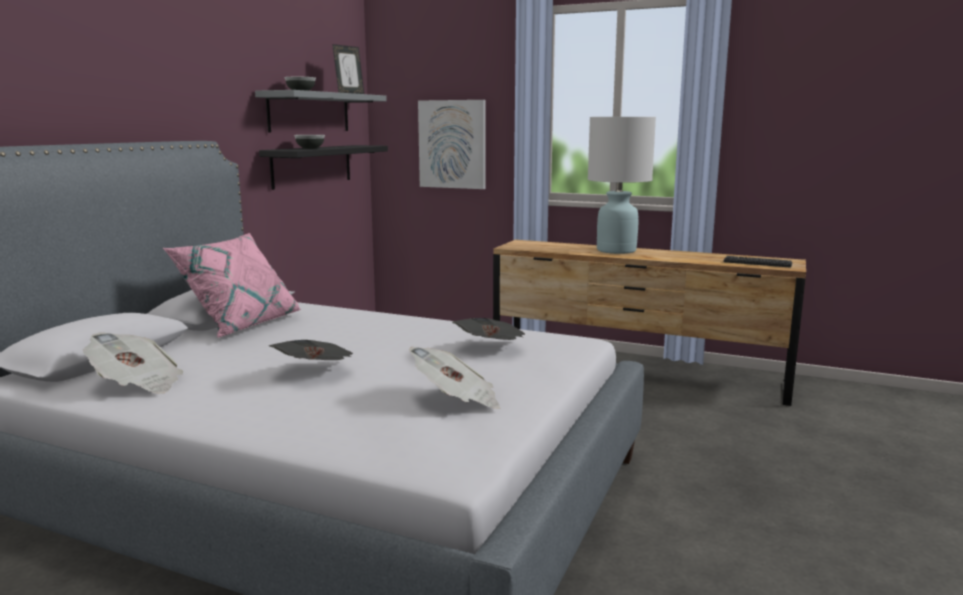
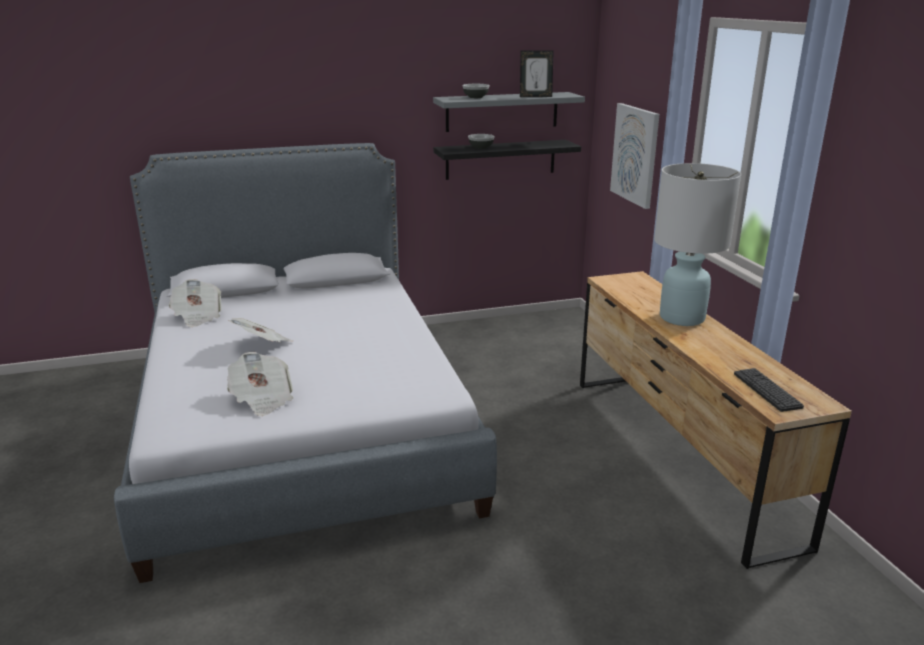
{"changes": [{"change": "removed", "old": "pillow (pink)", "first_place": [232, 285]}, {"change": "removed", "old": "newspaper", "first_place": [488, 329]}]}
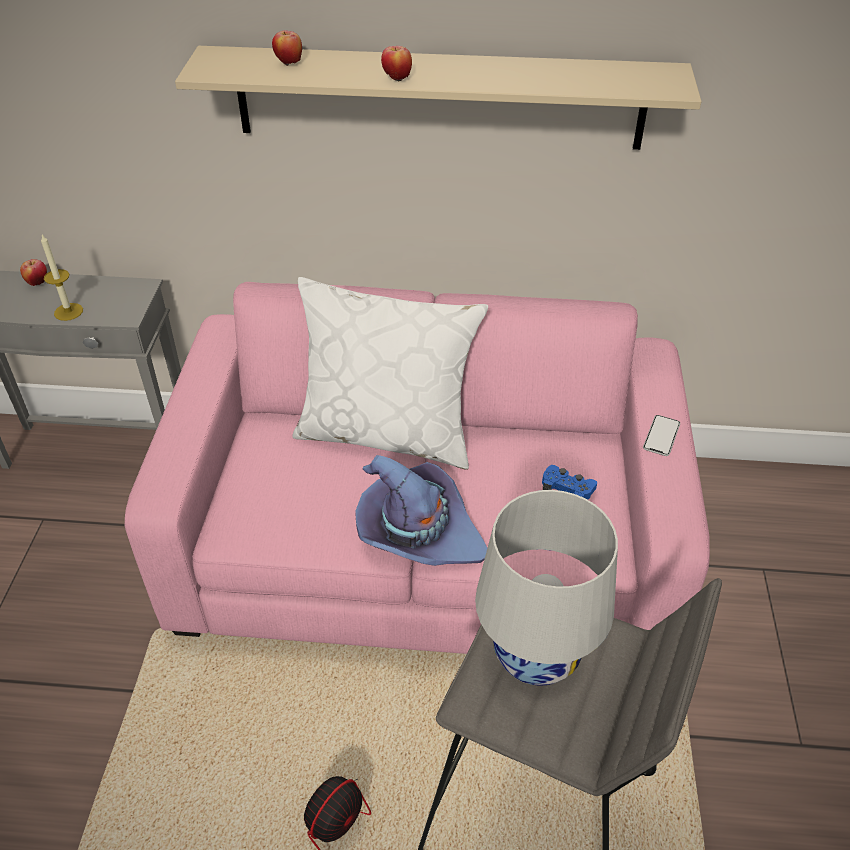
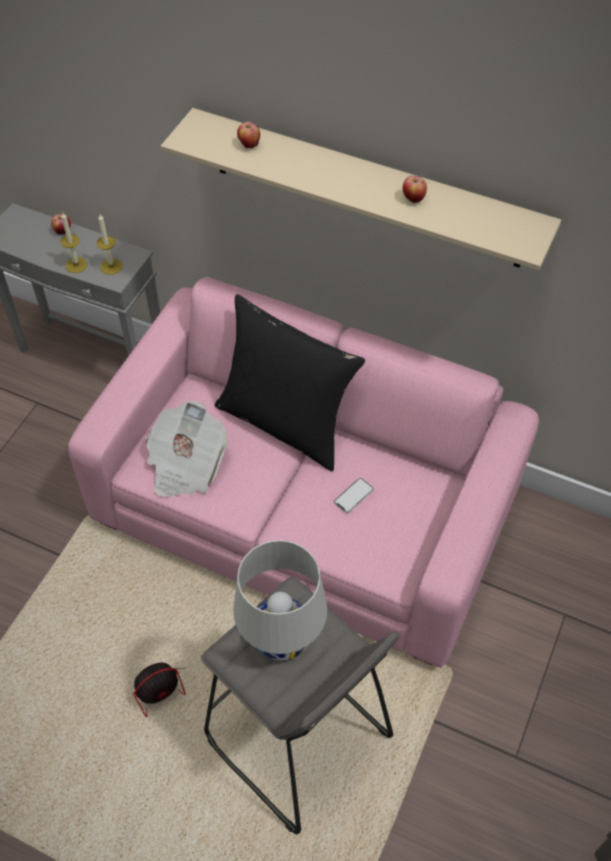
{"changes": [{"change": "recoloured", "old": "pillow (white)", "new": "pillow (black)", "first_place": [390, 373], "second_place": [290, 383]}, {"change": "removed", "old": "hat (purple)", "first_place": [421, 510]}, {"change": "moved", "old": "apple", "first_place": [396, 63], "second_place": [415, 189]}, {"change": "removed", "old": "game controller (blue)", "first_place": [569, 482]}, {"change": "moved", "old": "phone", "first_place": [661, 435], "second_place": [354, 495]}, {"change": "added", "new": "candle", "second_place": [109, 244]}, {"change": "added", "new": "newspaper", "second_place": [186, 449]}]}
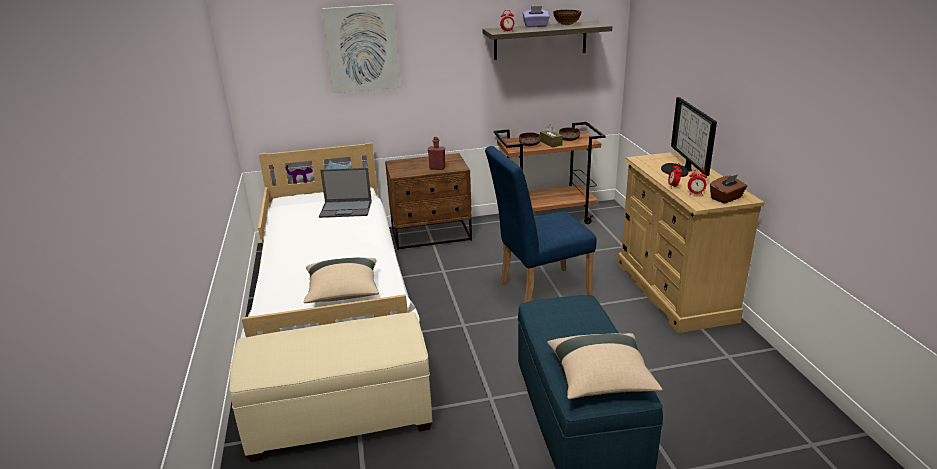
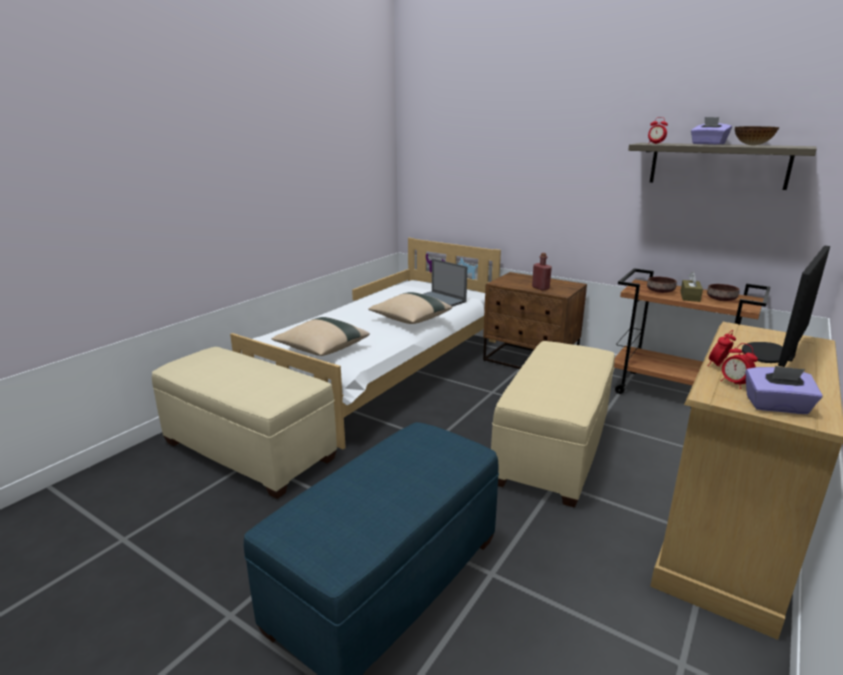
{"changes": [{"change": "removed", "old": "picture", "first_place": [361, 48]}, {"change": "replaced", "old": "chair (blue)", "new": "ottoman (beige)", "first_place": [541, 224], "second_place": [553, 424]}, {"change": "moved", "old": "pillow (beige)", "first_place": [605, 366], "second_place": [410, 308]}, {"change": "recoloured", "old": "tissue box (brown)", "new": "tissue box (purple)", "first_place": [728, 188], "second_place": [784, 390]}]}
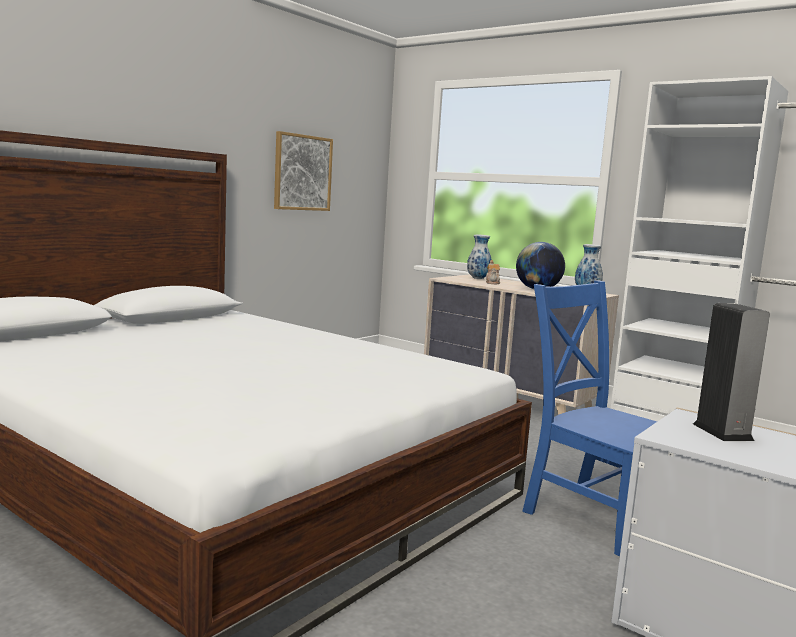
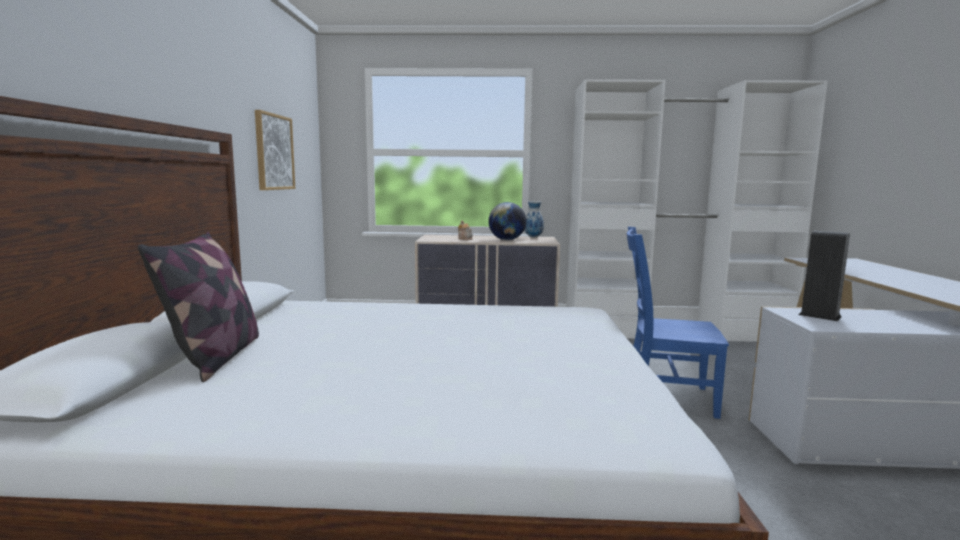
{"changes": [{"change": "removed", "old": "vase", "first_place": [479, 257]}, {"change": "added", "new": "pillow", "second_place": [198, 307]}]}
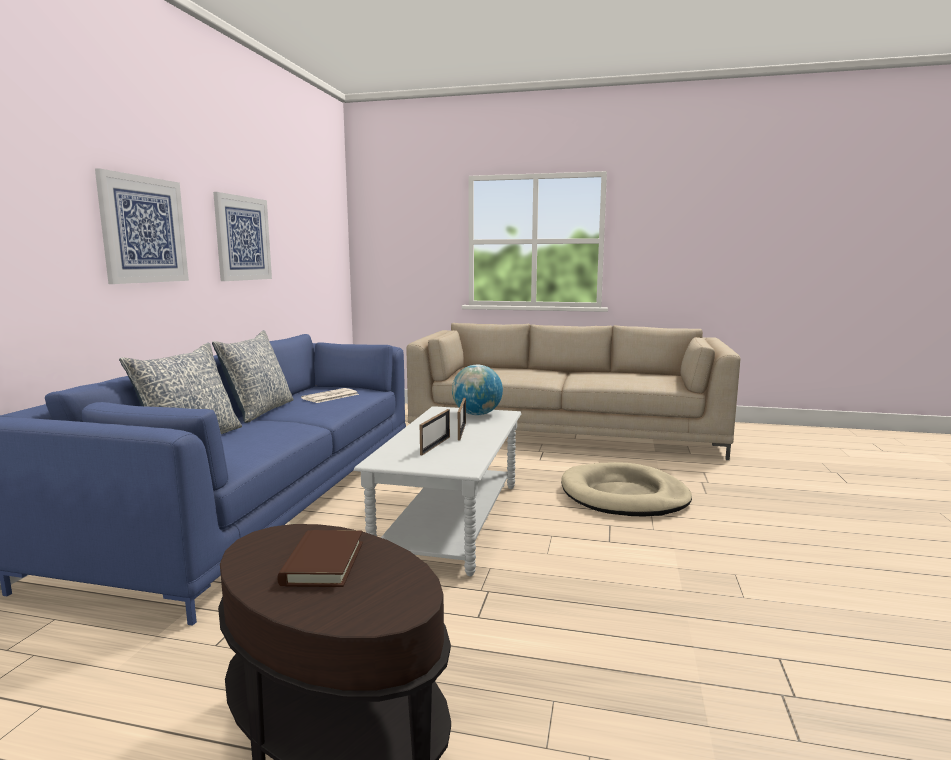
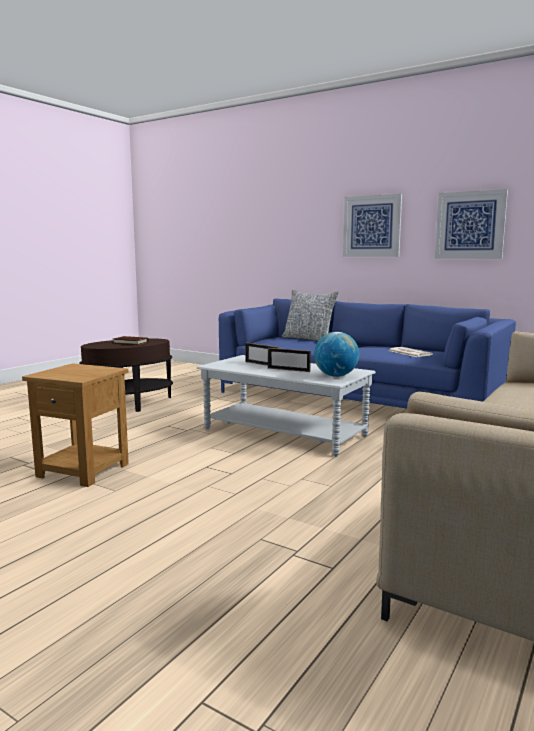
{"changes": [{"change": "removed", "old": "pillow", "first_place": [253, 376]}, {"change": "removed", "old": "dog bed (beige)", "first_place": [626, 489]}, {"change": "added", "new": "side table (brown)", "second_place": [75, 425]}]}
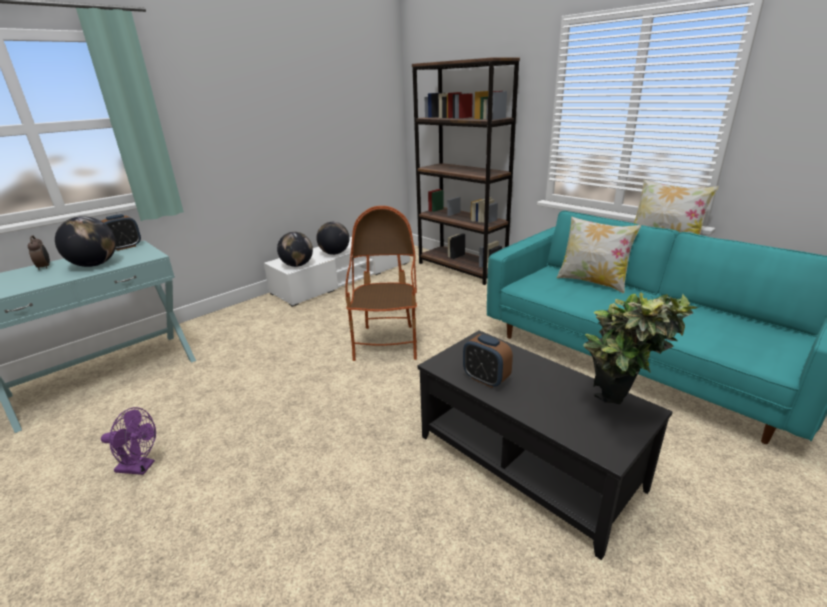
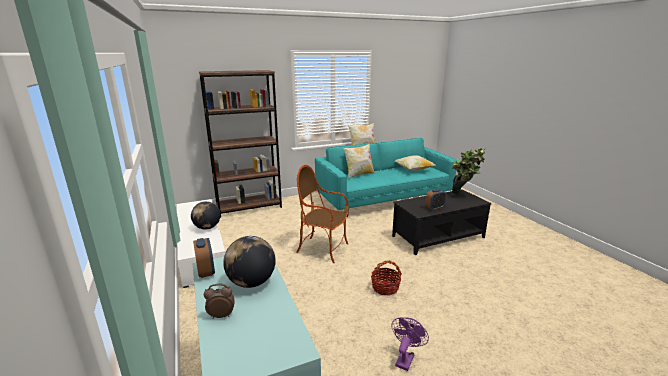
{"changes": [{"change": "removed", "old": "globe", "first_place": [295, 249]}, {"change": "added", "new": "basket", "second_place": [386, 278]}, {"change": "added", "new": "pillow", "second_place": [415, 163]}]}
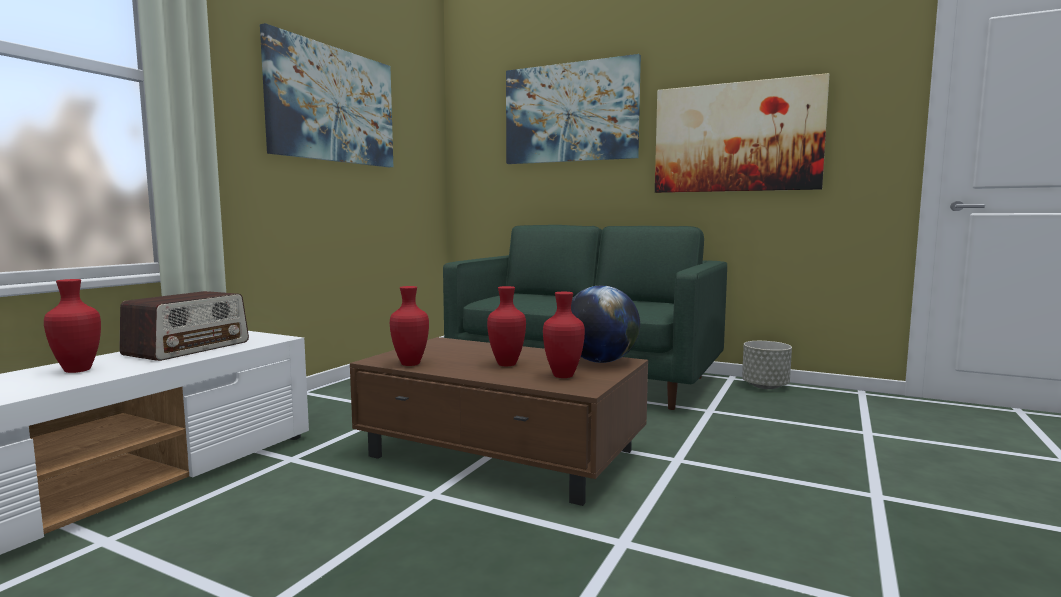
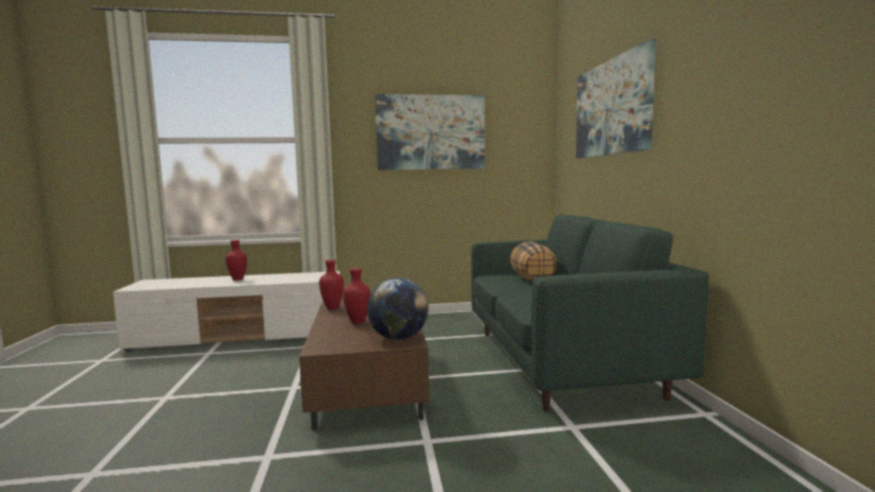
{"changes": [{"change": "removed", "old": "radio", "first_place": [184, 326]}, {"change": "removed", "old": "vase (red)", "first_place": [564, 335]}, {"change": "removed", "old": "picture", "first_place": [742, 133]}, {"change": "removed", "old": "planter (grey)", "first_place": [767, 365]}, {"change": "added", "new": "pillow", "second_place": [533, 261]}]}
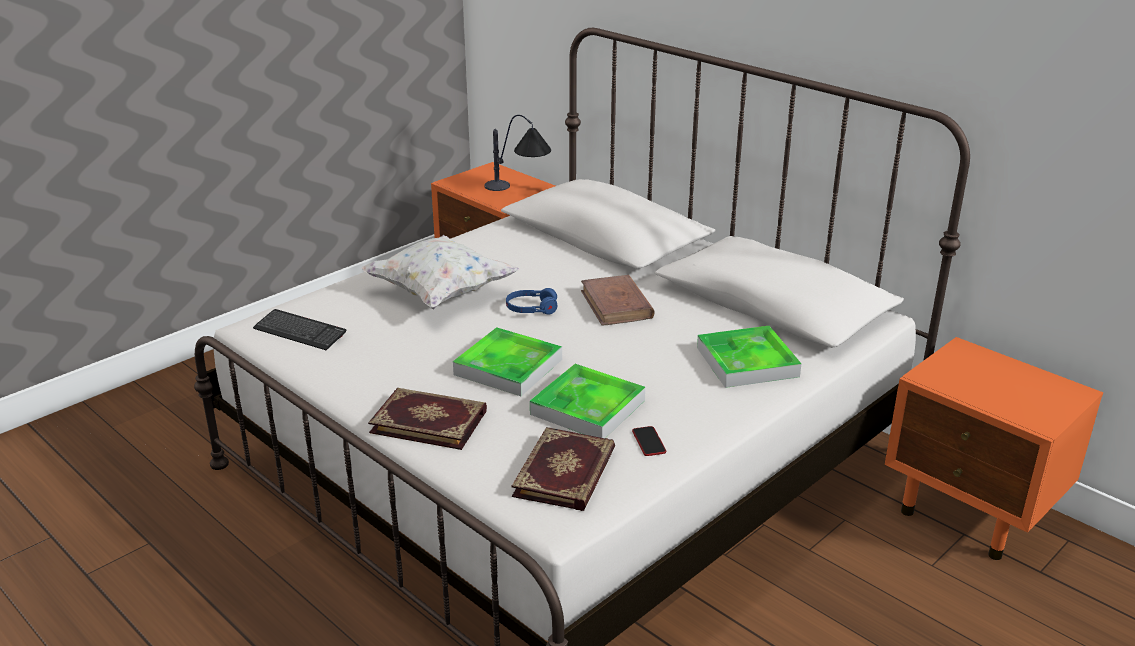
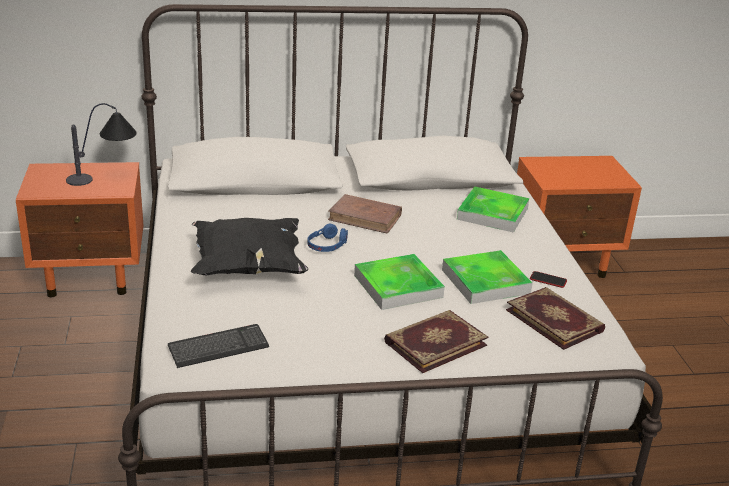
{"changes": [{"change": "recoloured", "old": "pillow (white)", "new": "pillow (black)", "first_place": [440, 272], "second_place": [249, 246]}]}
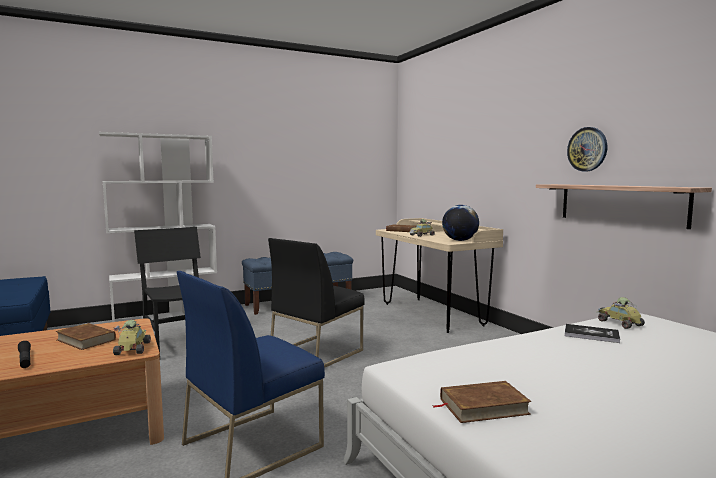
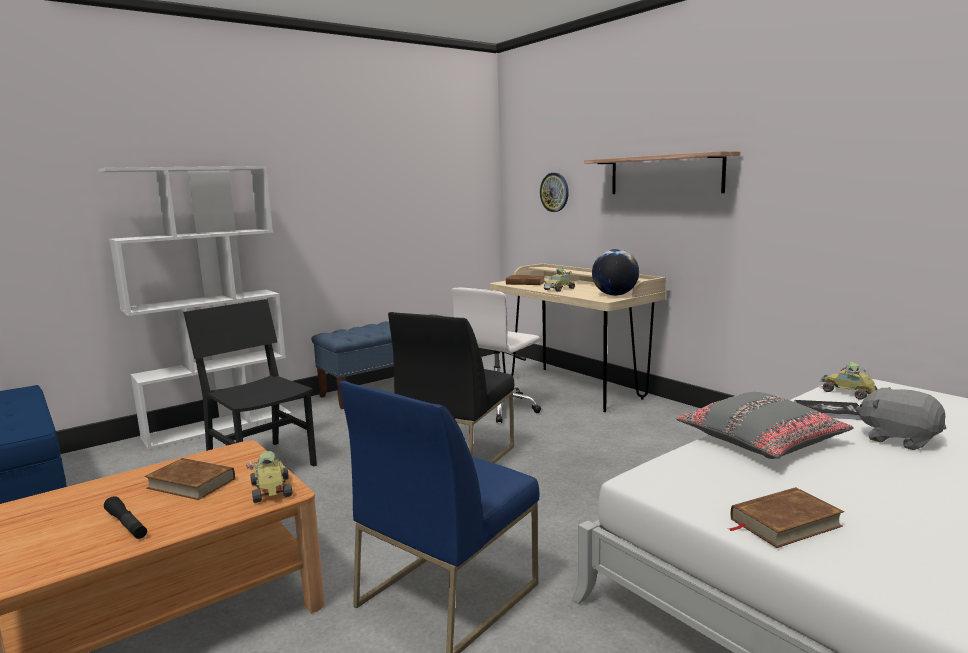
{"changes": [{"change": "moved", "old": "shelf", "first_place": [624, 206], "second_place": [662, 172]}, {"change": "moved", "old": "wall clock", "first_place": [587, 149], "second_place": [554, 192]}, {"change": "added", "new": "office chair (white)", "second_place": [496, 355]}, {"change": "added", "new": "pillow (grey)", "second_place": [765, 425]}, {"change": "added", "new": "plush toy (grey)", "second_place": [901, 418]}]}
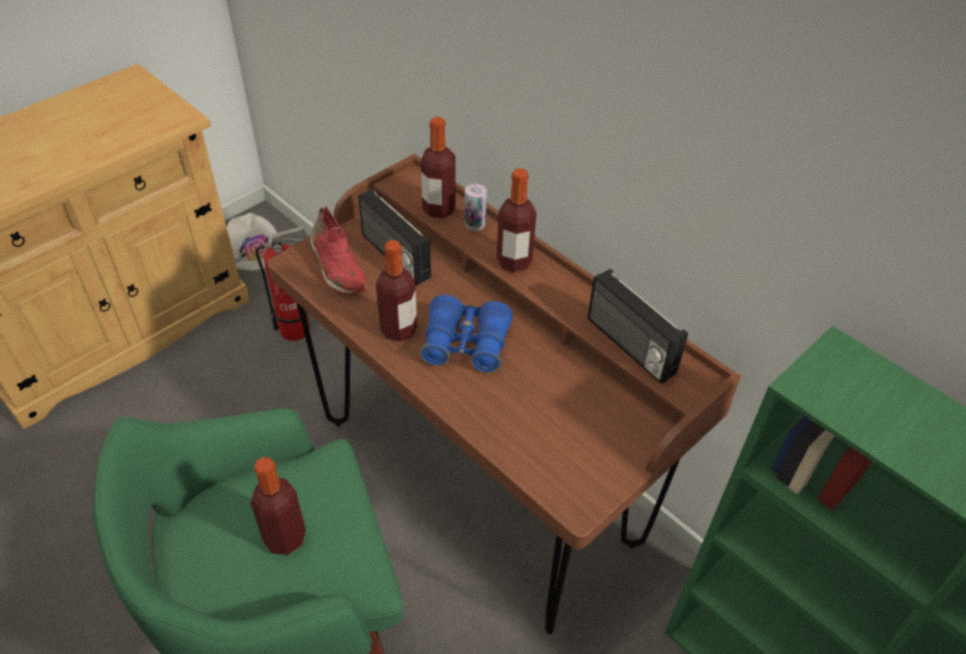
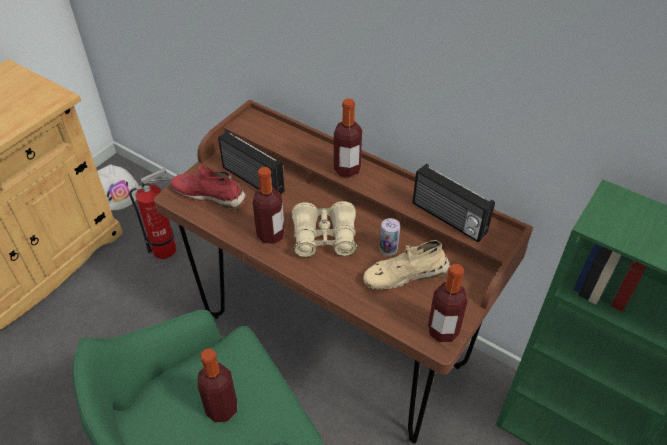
{"changes": [{"change": "turned", "old": "shoe (red)", "first_place": [338, 250], "second_place": [209, 187], "degrees": 150}, {"change": "recoloured", "old": "binoculars (blue)", "new": "binoculars (beige)", "first_place": [466, 334], "second_place": [324, 229]}, {"change": "moved", "old": "bottle", "first_place": [438, 167], "second_place": [448, 303]}, {"change": "moved", "old": "can", "first_place": [475, 207], "second_place": [389, 237]}, {"change": "added", "new": "shoe (beige)", "second_place": [406, 264]}]}
